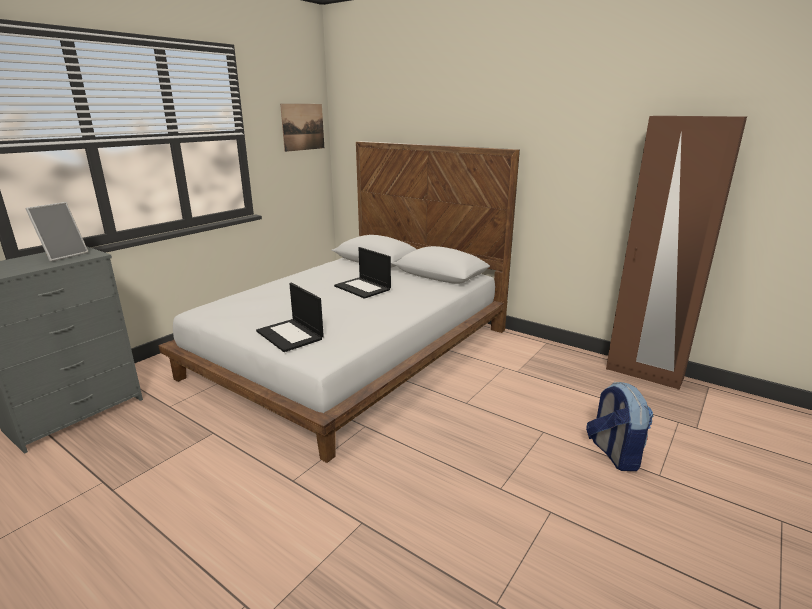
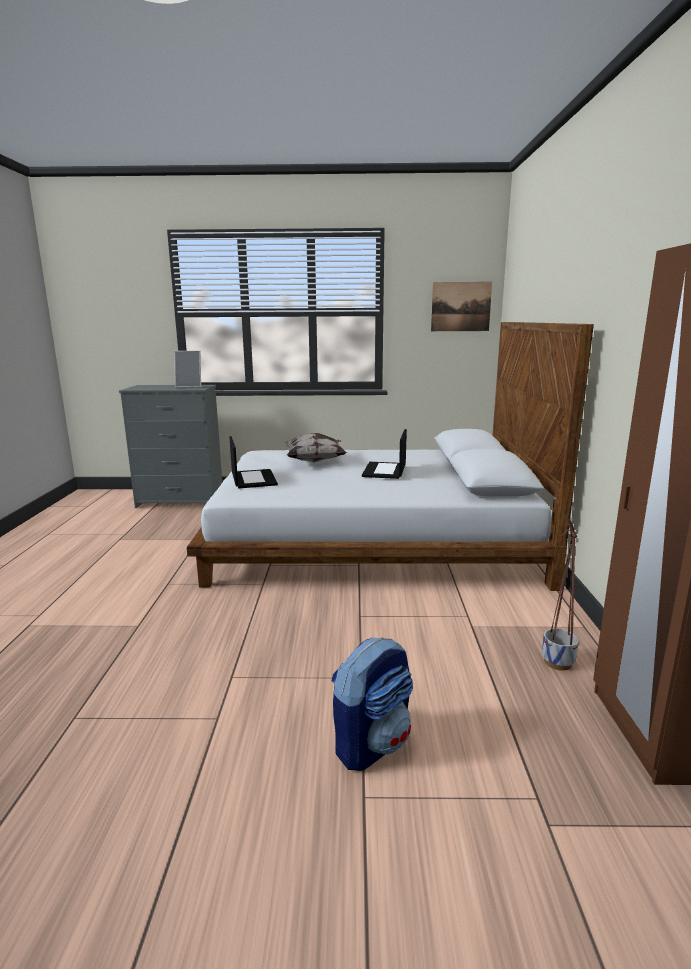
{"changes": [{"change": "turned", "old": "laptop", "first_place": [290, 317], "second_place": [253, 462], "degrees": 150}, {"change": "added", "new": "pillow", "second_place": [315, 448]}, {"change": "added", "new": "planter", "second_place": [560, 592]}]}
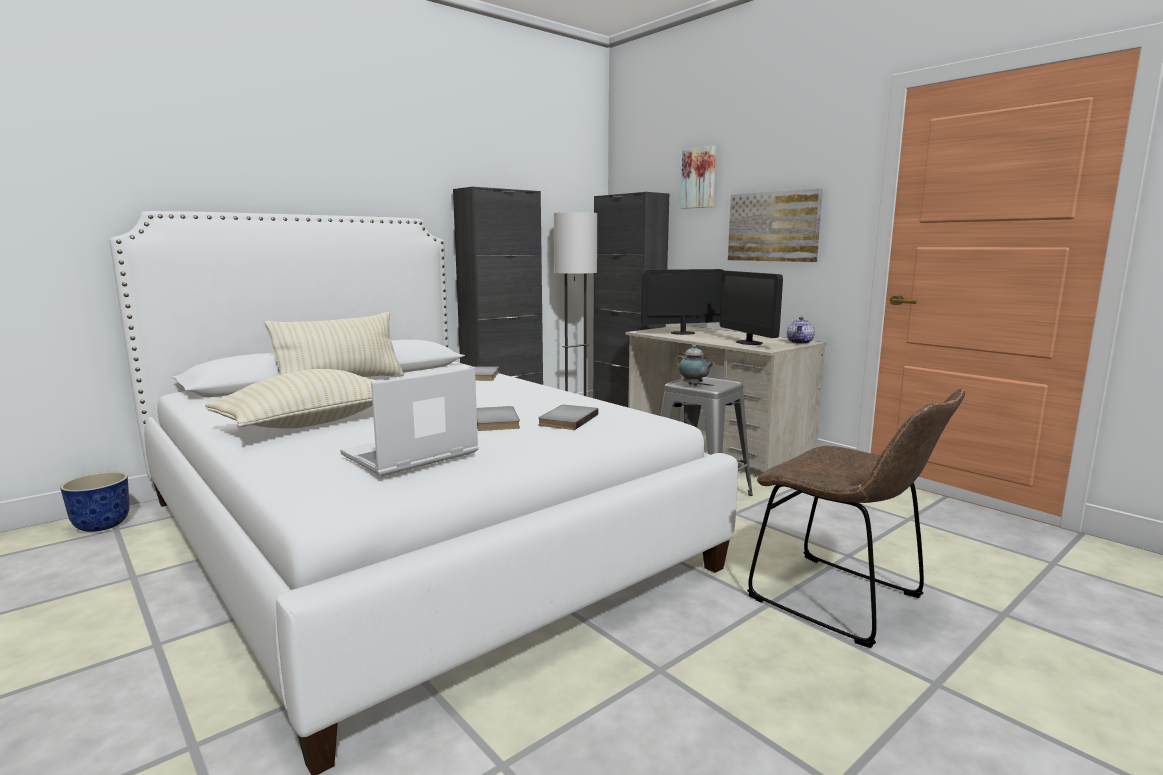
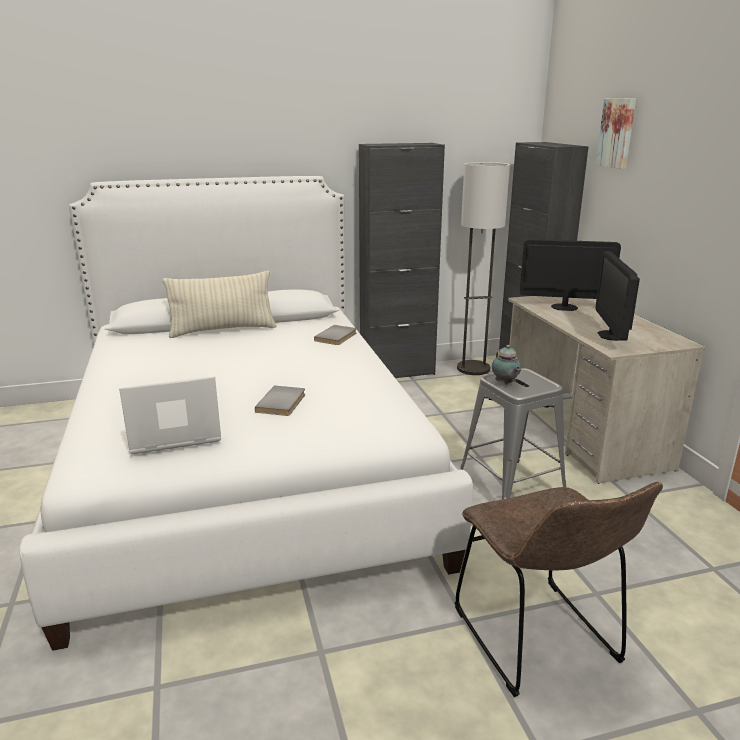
{"changes": [{"change": "removed", "old": "planter", "first_place": [94, 502]}, {"change": "removed", "old": "pillow (beige)", "first_place": [291, 399]}, {"change": "removed", "old": "book (grey)", "first_place": [568, 417]}, {"change": "removed", "old": "picture", "first_place": [775, 225]}, {"change": "removed", "old": "teapot", "first_place": [801, 330]}]}
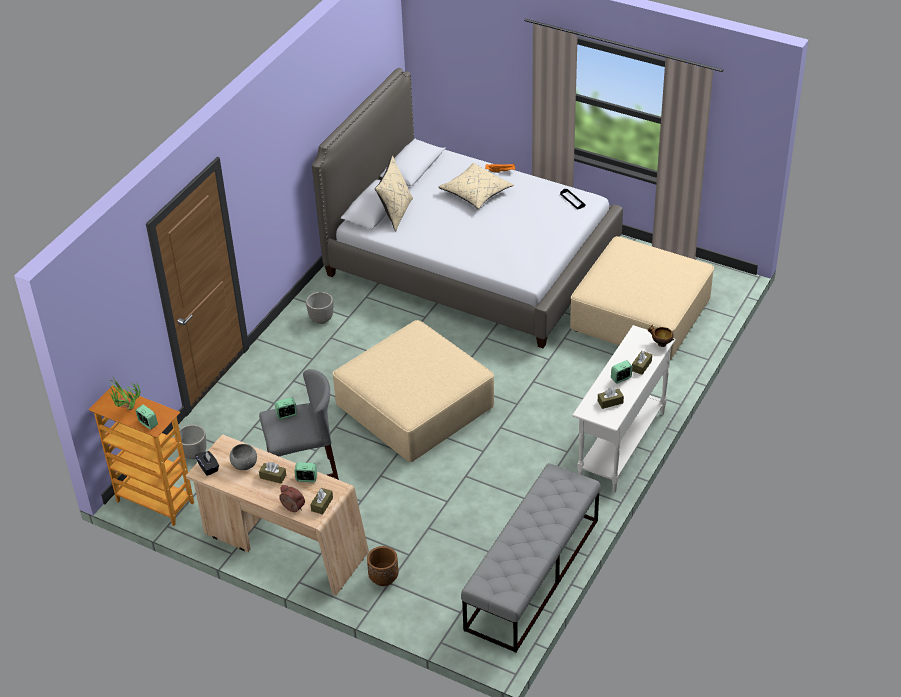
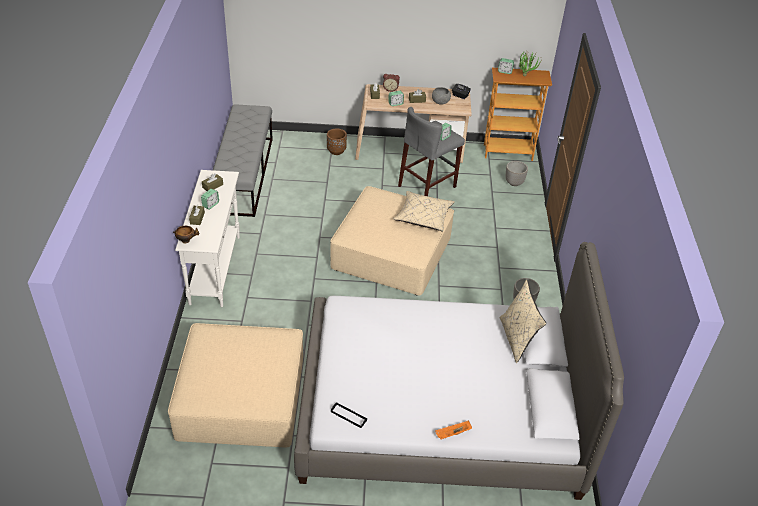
{"changes": [{"change": "moved", "old": "pillow (beige)", "first_place": [476, 186], "second_place": [424, 211]}]}
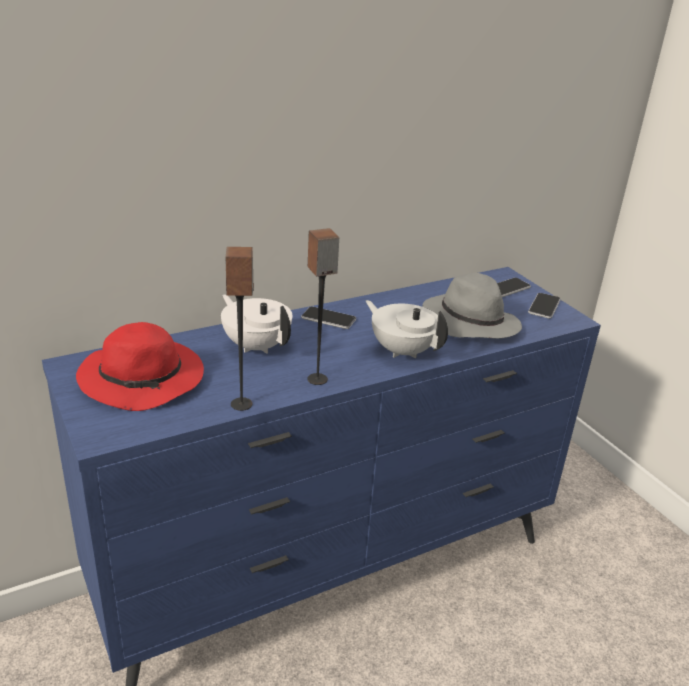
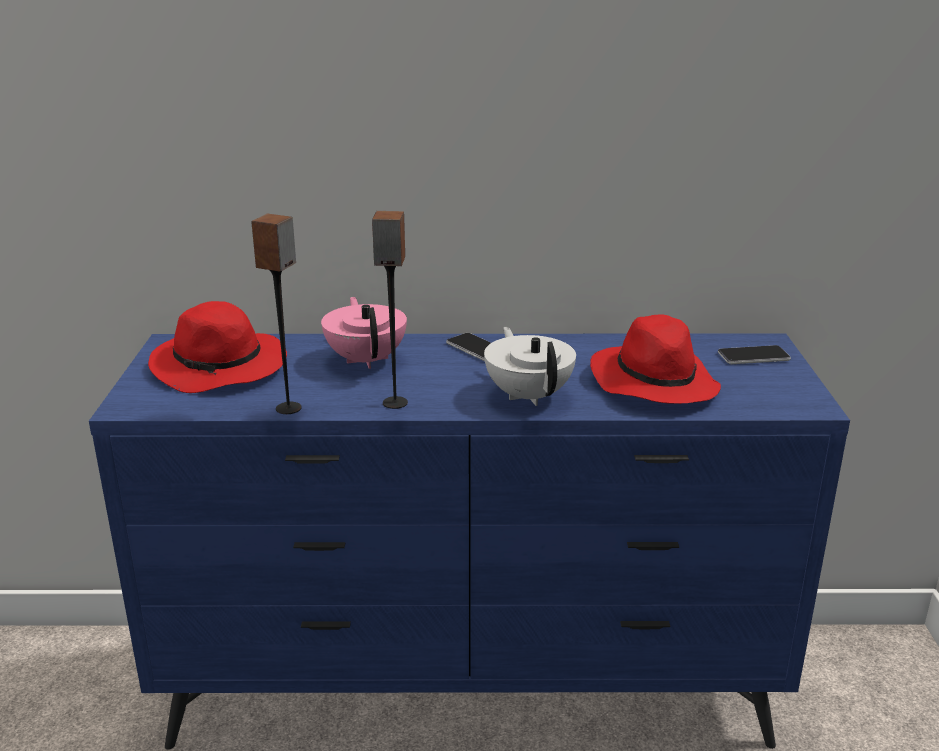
{"changes": [{"change": "recoloured", "old": "teapot (white)", "new": "teapot (pink)", "first_place": [256, 324], "second_place": [364, 333]}, {"change": "recoloured", "old": "hat (grey)", "new": "hat (red)", "first_place": [472, 306], "second_place": [655, 359]}, {"change": "removed", "old": "phone", "first_place": [544, 306]}]}
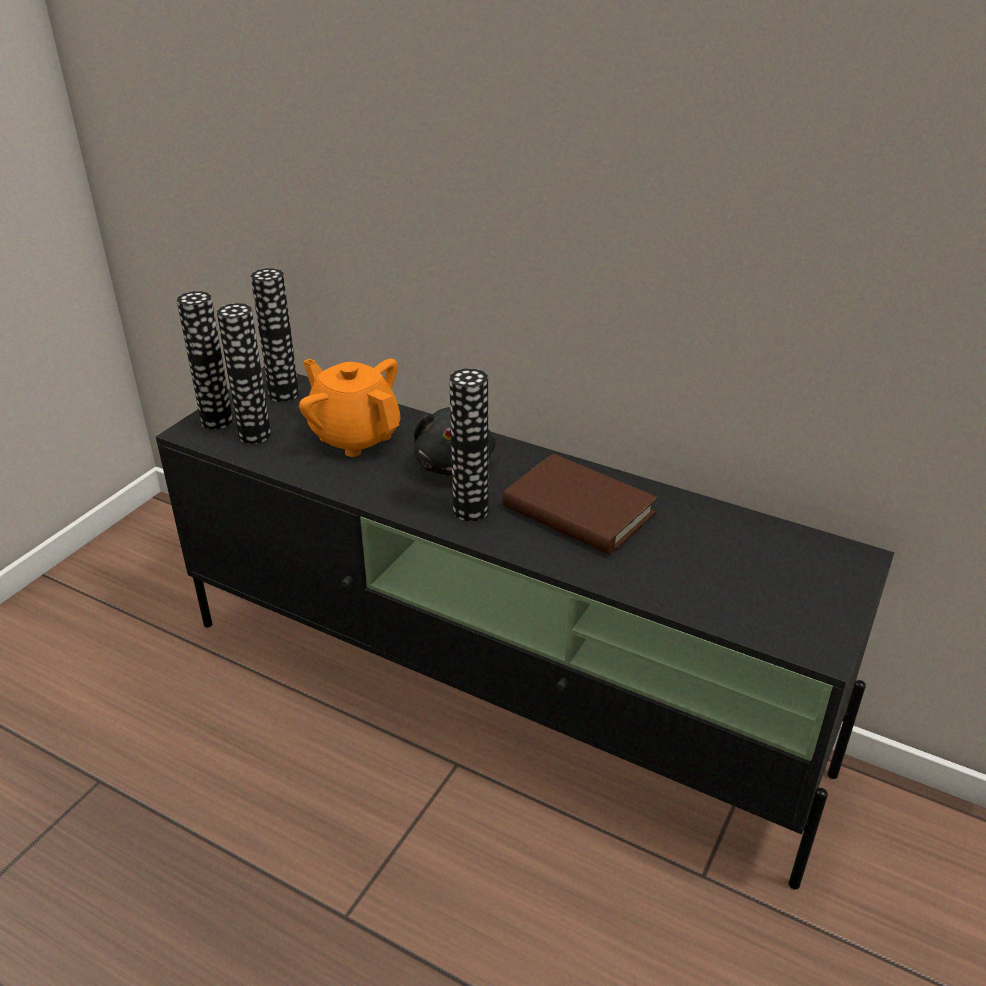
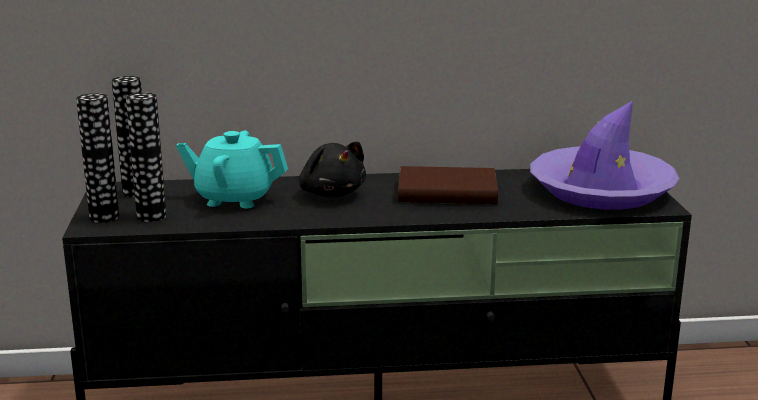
{"changes": [{"change": "recoloured", "old": "teapot (orange)", "new": "teapot (turquoise)", "first_place": [349, 408], "second_place": [232, 170]}, {"change": "removed", "old": "vase", "first_place": [469, 444]}, {"change": "added", "new": "hat (purple)", "second_place": [605, 155]}]}
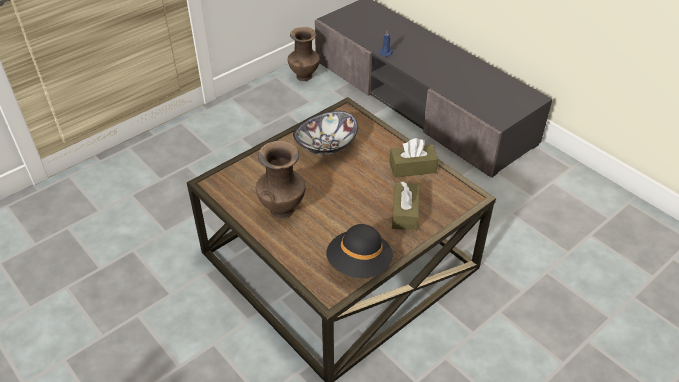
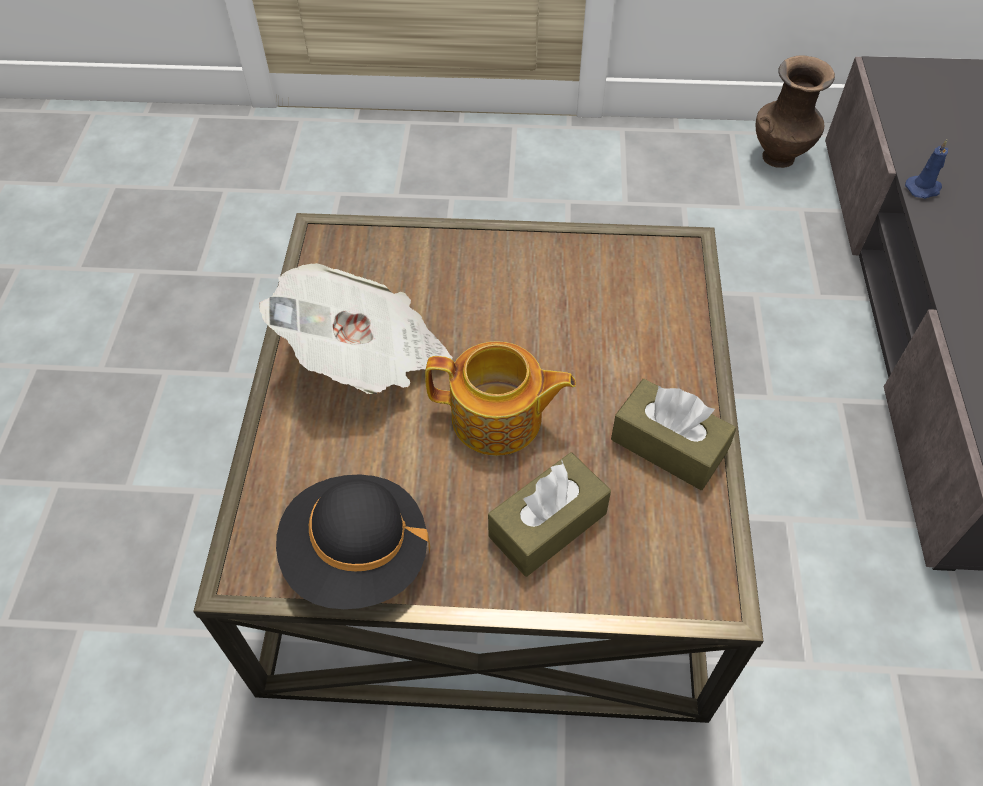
{"changes": [{"change": "replaced", "old": "vase (brown)", "new": "newspaper", "first_place": [281, 180], "second_place": [356, 328]}, {"change": "removed", "old": "bowl", "first_place": [325, 133]}, {"change": "added", "new": "teapot", "second_place": [500, 398]}]}
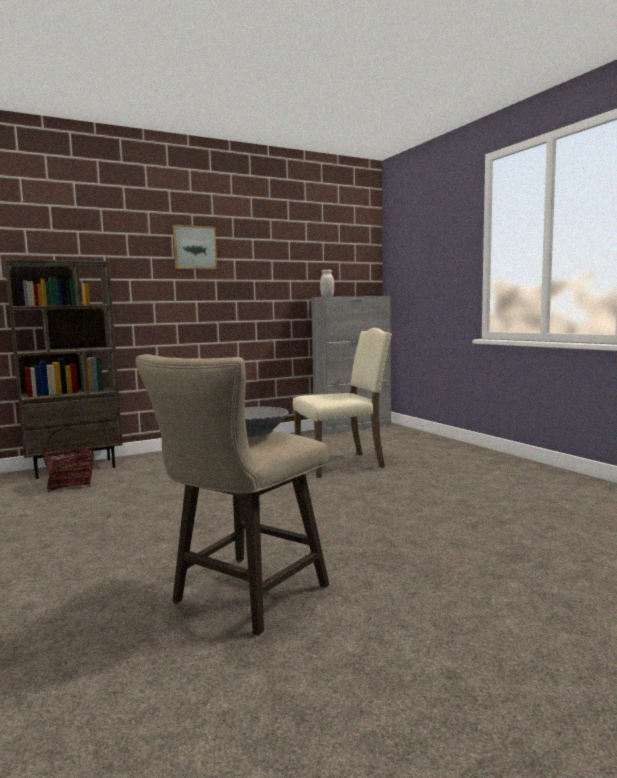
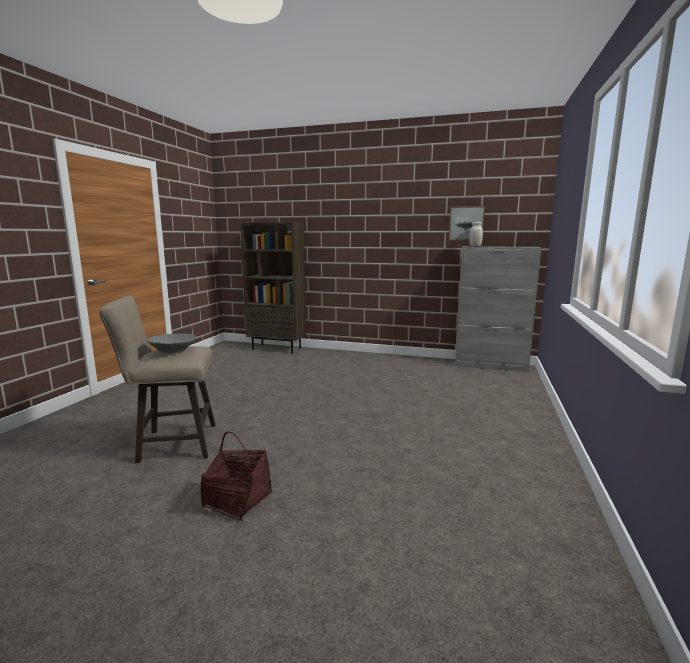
{"changes": [{"change": "moved", "old": "basket", "first_place": [68, 460], "second_place": [236, 476]}, {"change": "moved", "old": "picture", "first_place": [195, 247], "second_place": [467, 223]}, {"change": "removed", "old": "chair (beige)", "first_place": [342, 403]}]}
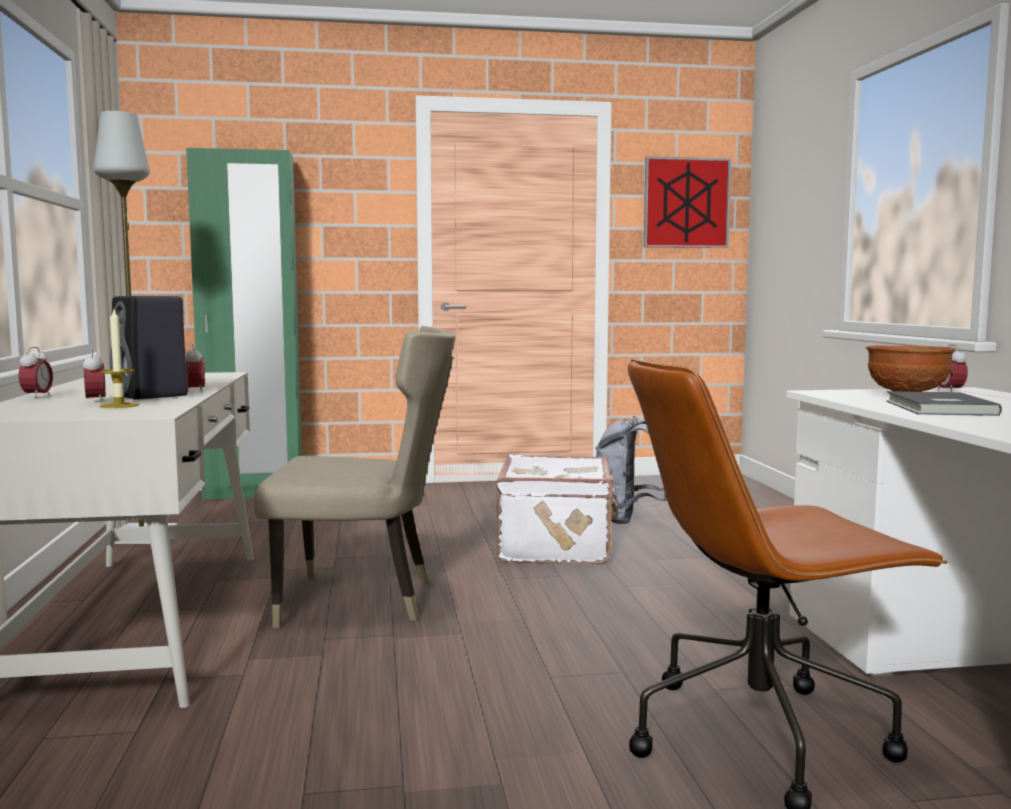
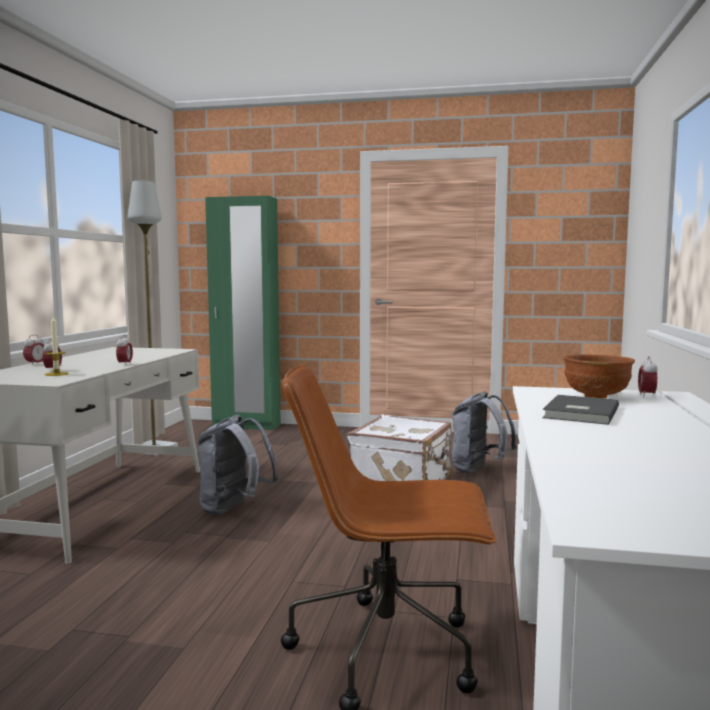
{"changes": [{"change": "removed", "old": "speaker (black)", "first_place": [149, 348]}, {"change": "replaced", "old": "chair (beige)", "new": "backpack (grey)", "first_place": [355, 477], "second_place": [238, 465]}, {"change": "removed", "old": "picture", "first_place": [687, 202]}]}
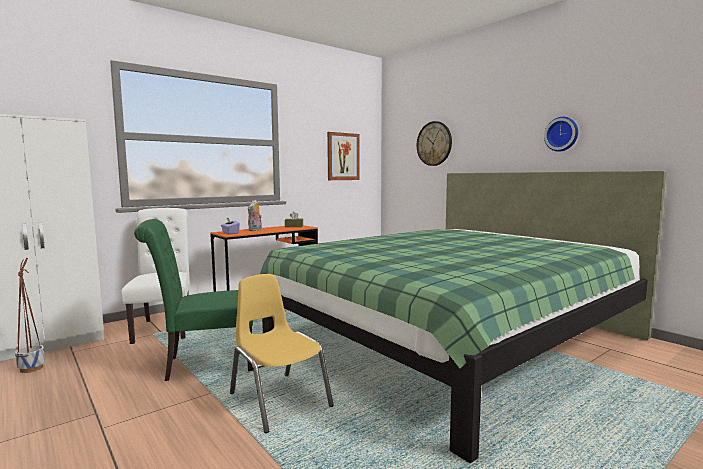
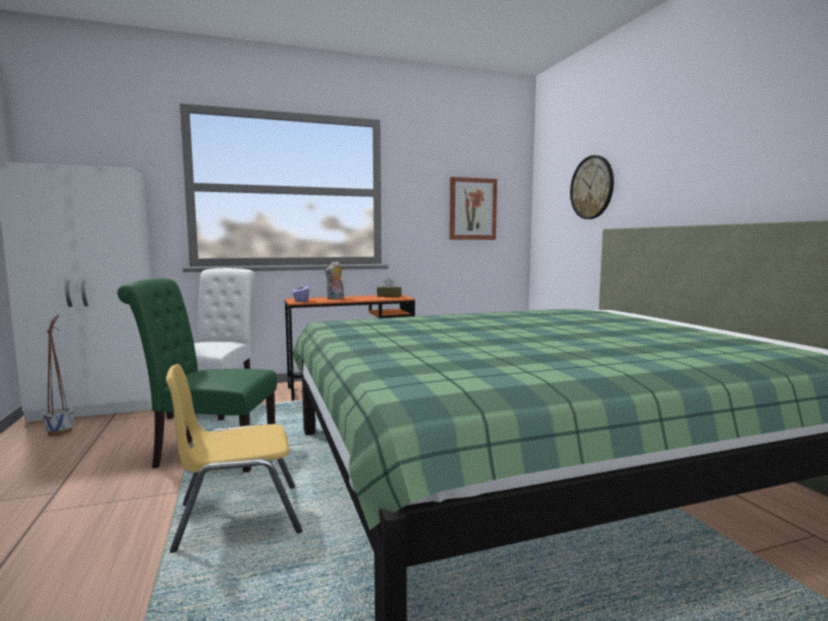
{"changes": [{"change": "turned", "old": "chair (yellow)", "first_place": [282, 353], "second_place": [234, 458], "degrees": -90}, {"change": "removed", "old": "wall clock", "first_place": [561, 134]}]}
